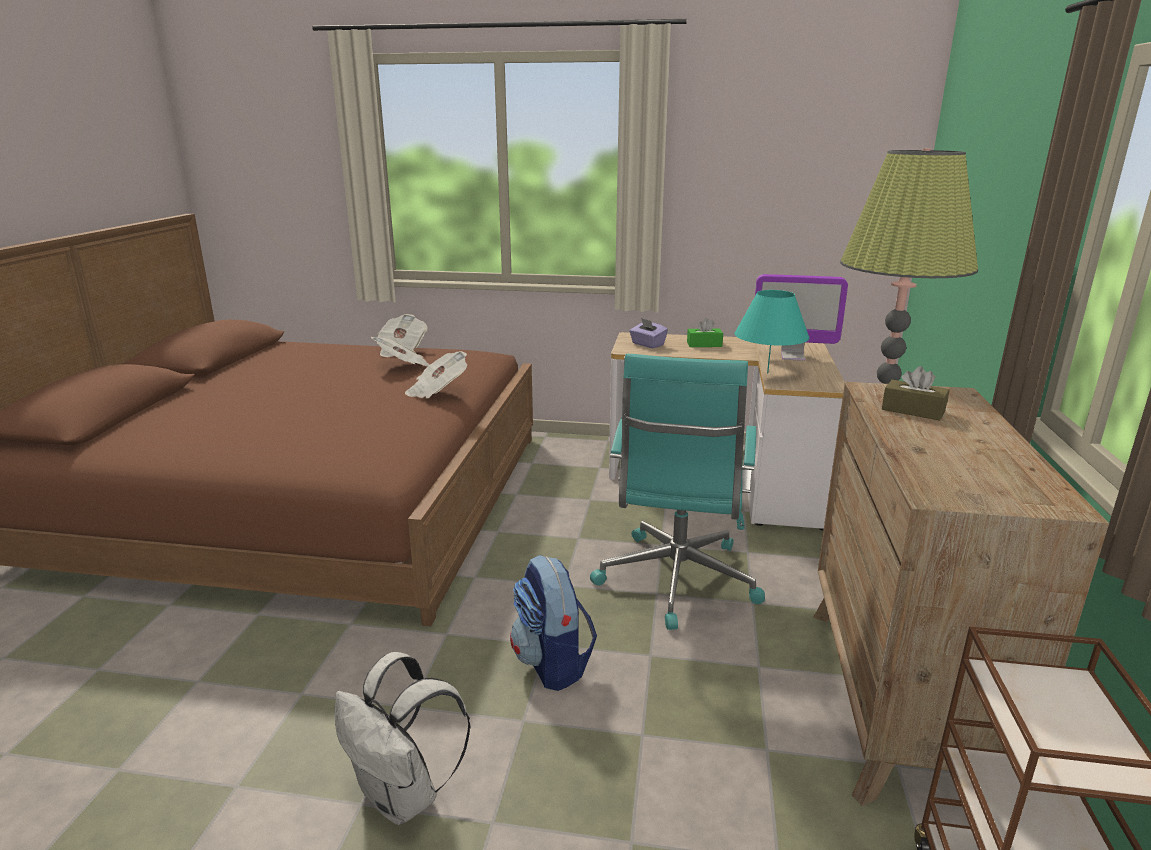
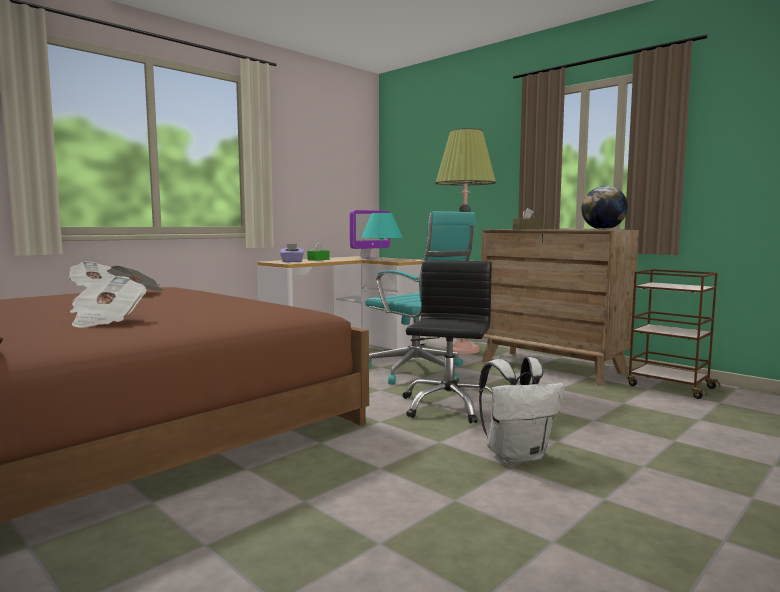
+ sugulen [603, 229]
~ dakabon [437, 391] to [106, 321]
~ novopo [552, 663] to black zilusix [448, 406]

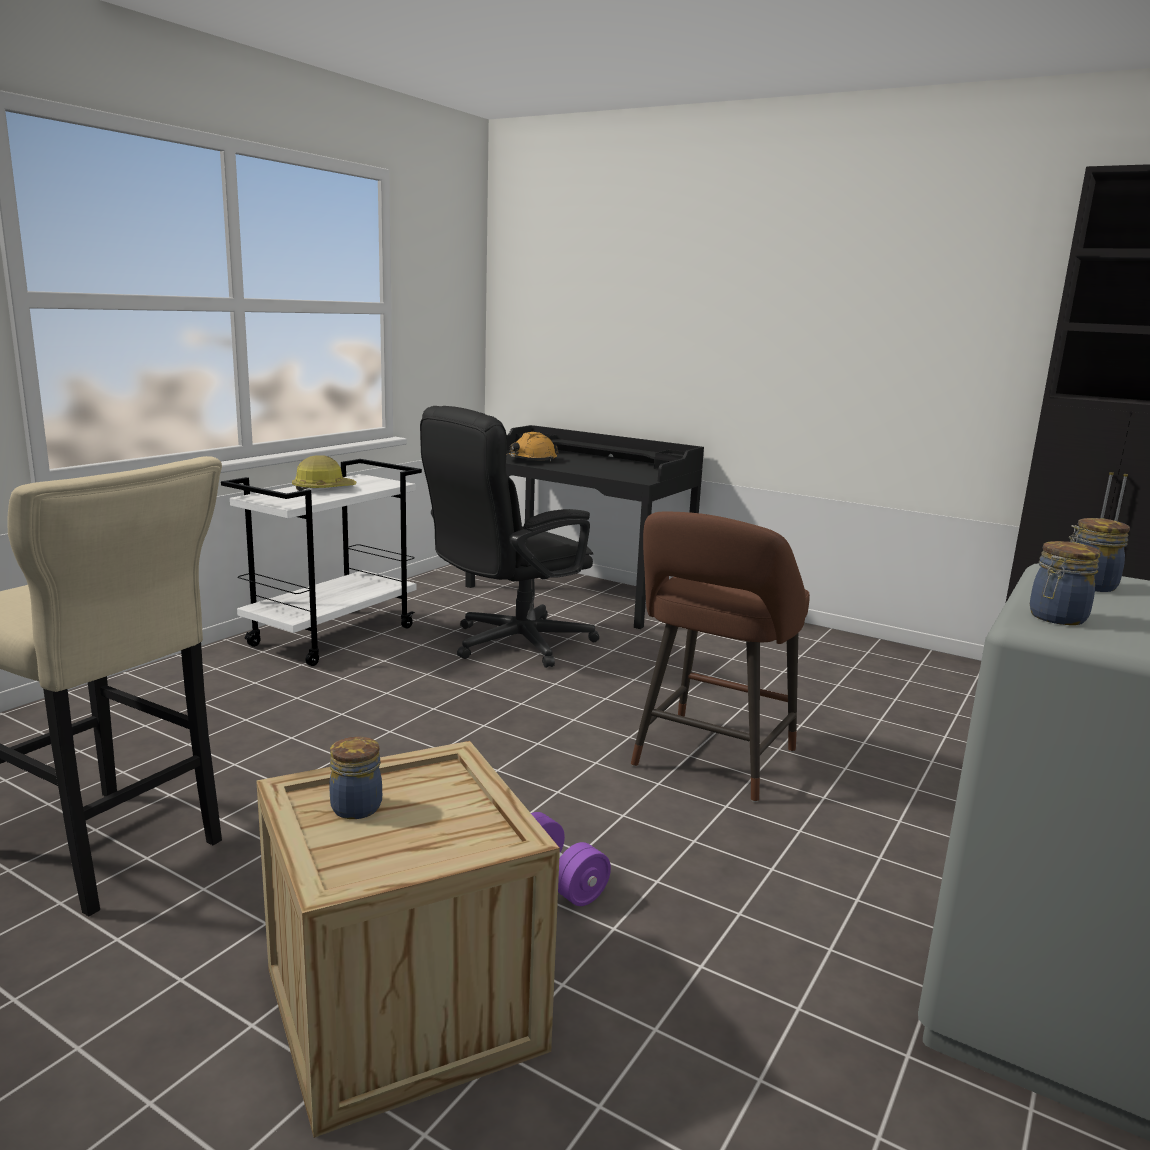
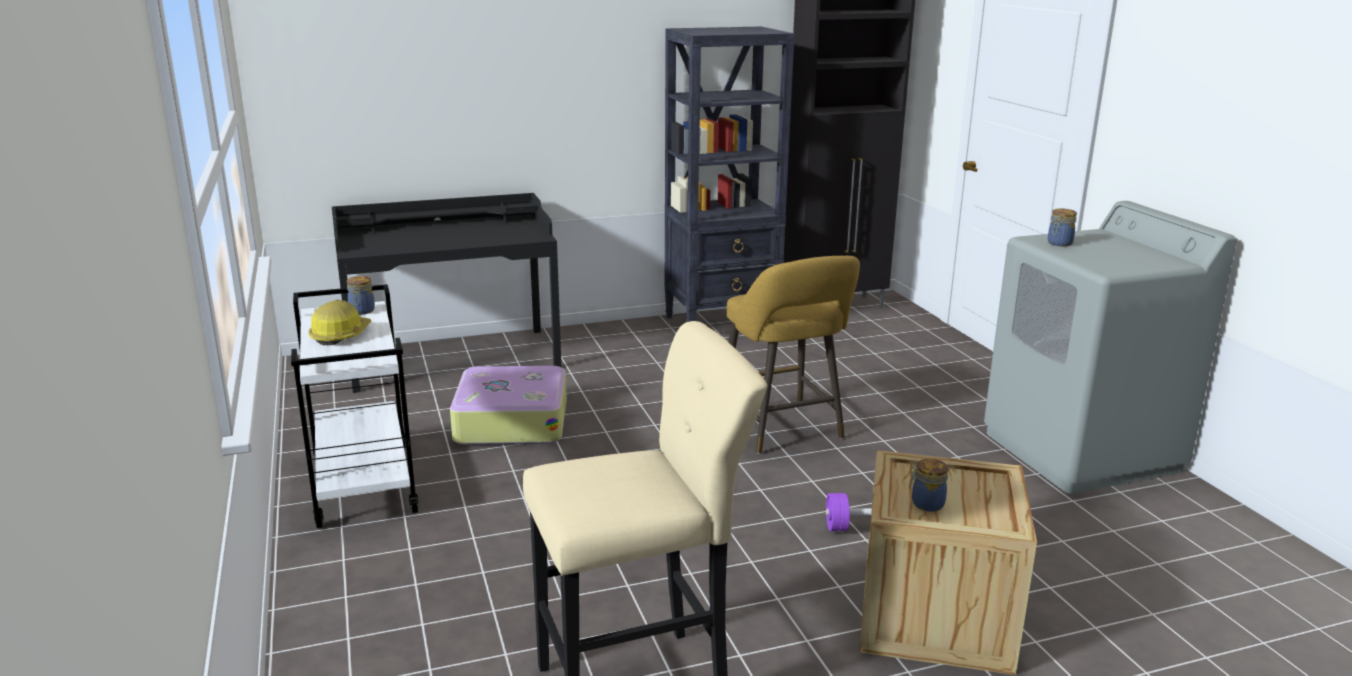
- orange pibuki [531, 460]
+ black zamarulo [722, 324]
~ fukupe [1056, 618] to [361, 311]
~ black zilusix [509, 645] to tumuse [511, 421]
~ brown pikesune [710, 762] to yellow pikesune [784, 430]

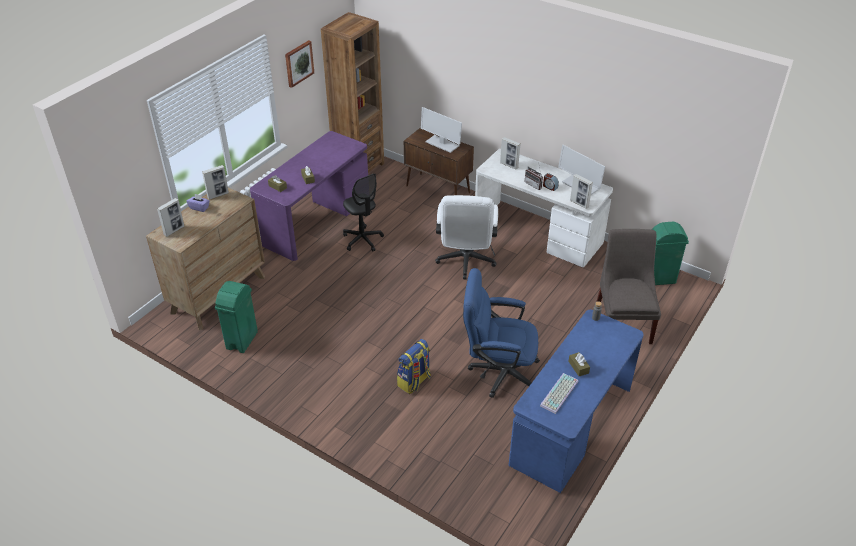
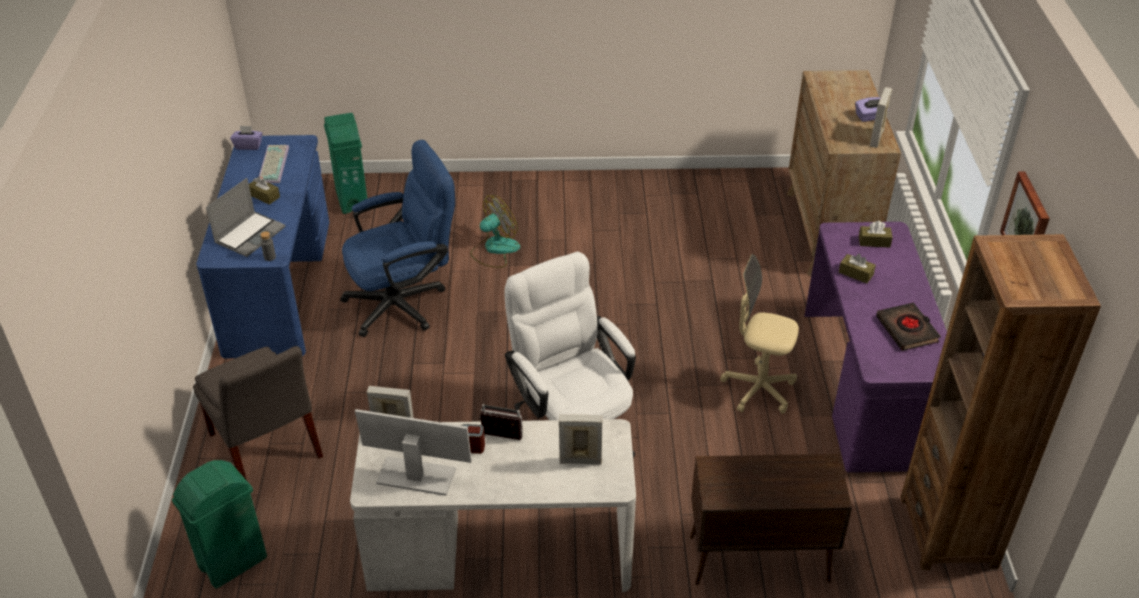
- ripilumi [174, 230]
- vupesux [442, 144]
+ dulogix [250, 234]
+ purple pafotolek [248, 146]
+ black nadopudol [907, 330]
~ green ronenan [241, 340] to [352, 199]
~ novopo [414, 382] to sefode [494, 249]
~ black zilusix [362, 240] to beige zilusix [758, 389]

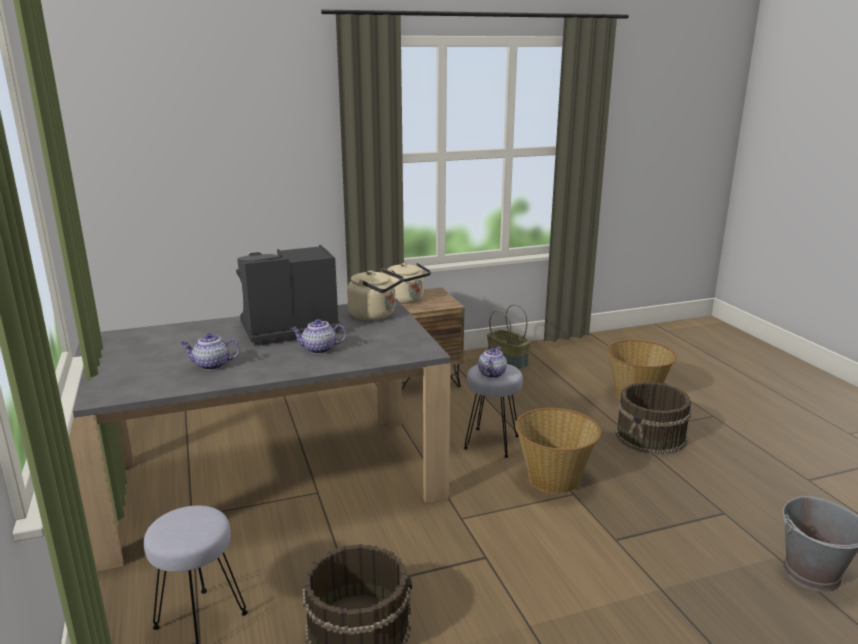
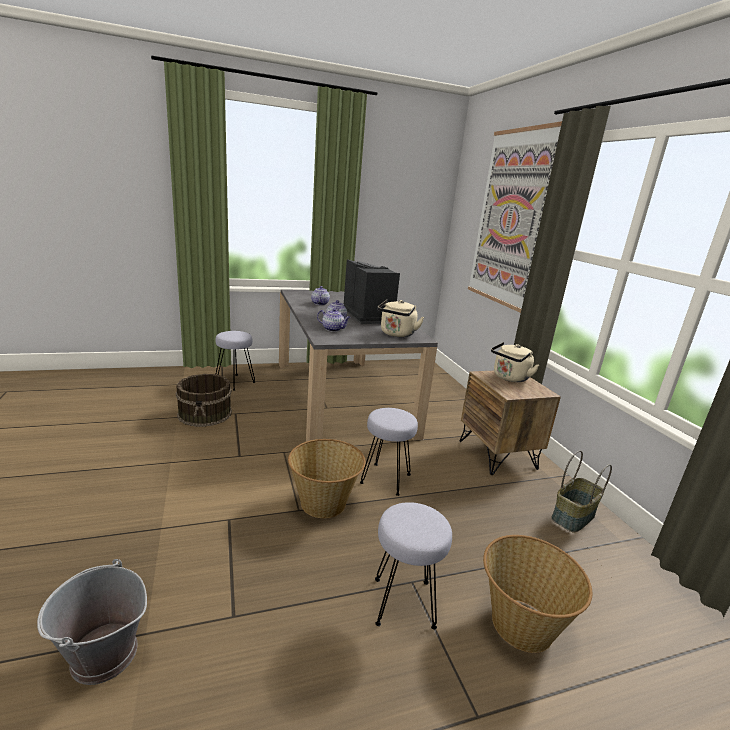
+ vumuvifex [510, 219]
~ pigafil [491, 373] to [333, 329]
~ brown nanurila [651, 436] to grey pikesune [403, 603]

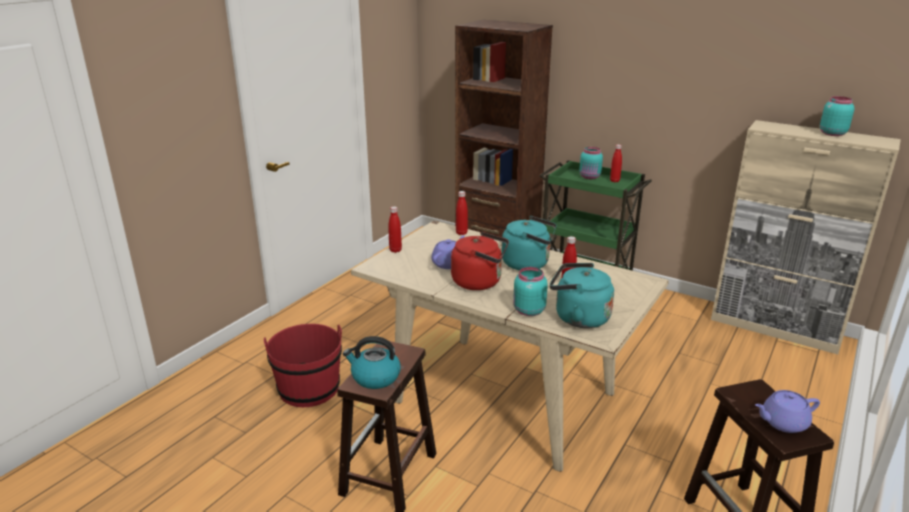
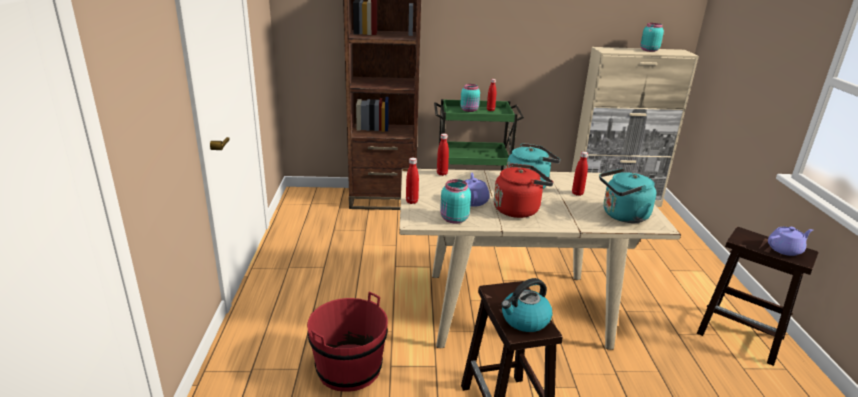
~ turquoise fukupe [528, 311] to [453, 219]
~ purple pigafil [782, 422] = [785, 249] 150 degrees counterclockwise

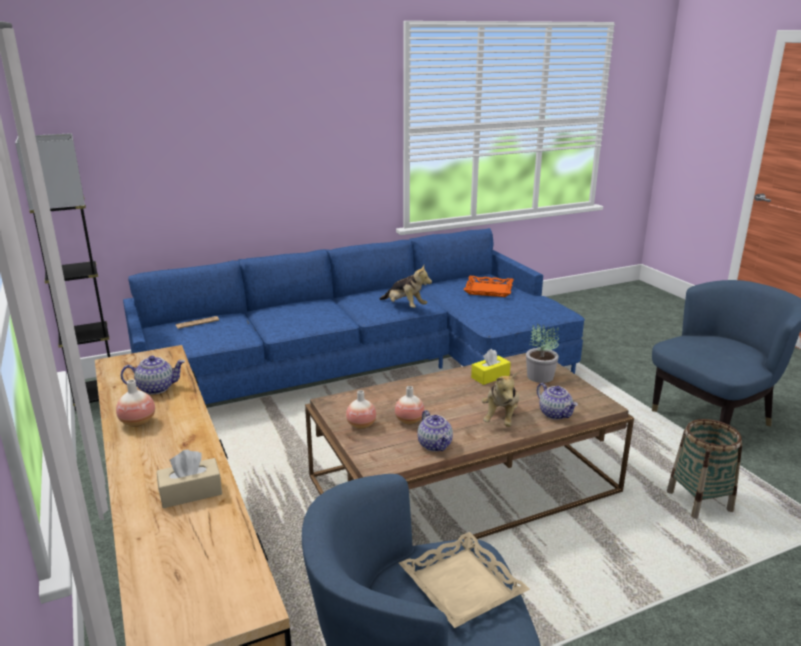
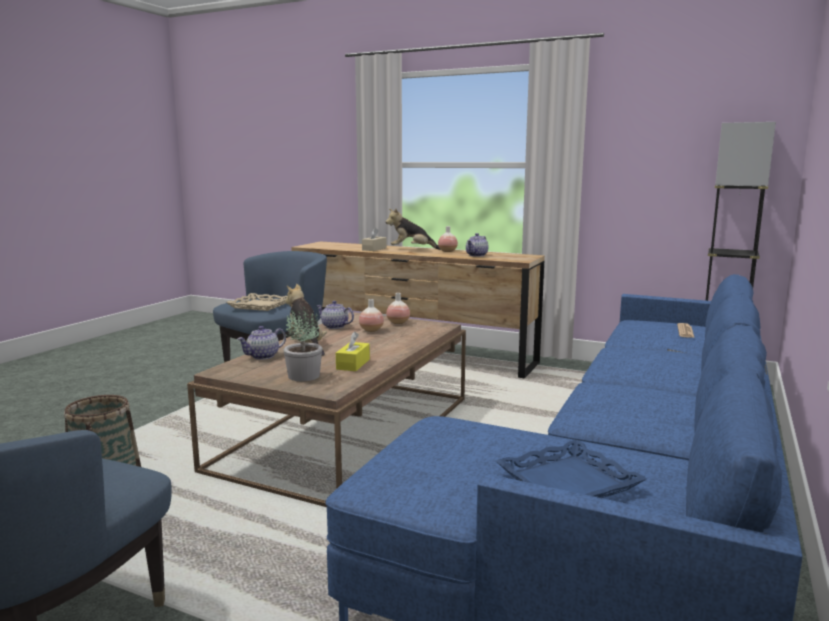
~ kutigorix [405, 306] to [411, 250]
~ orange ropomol [489, 290] to blue ropomol [568, 483]
~ pigafil [555, 414] = [263, 356] 60 degrees counterclockwise

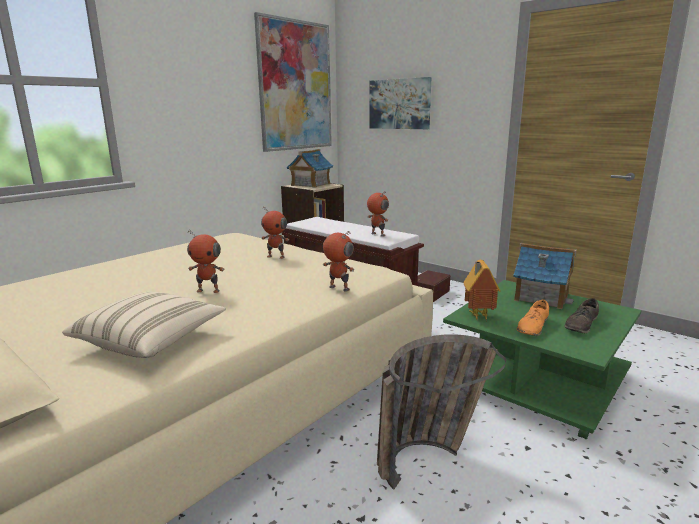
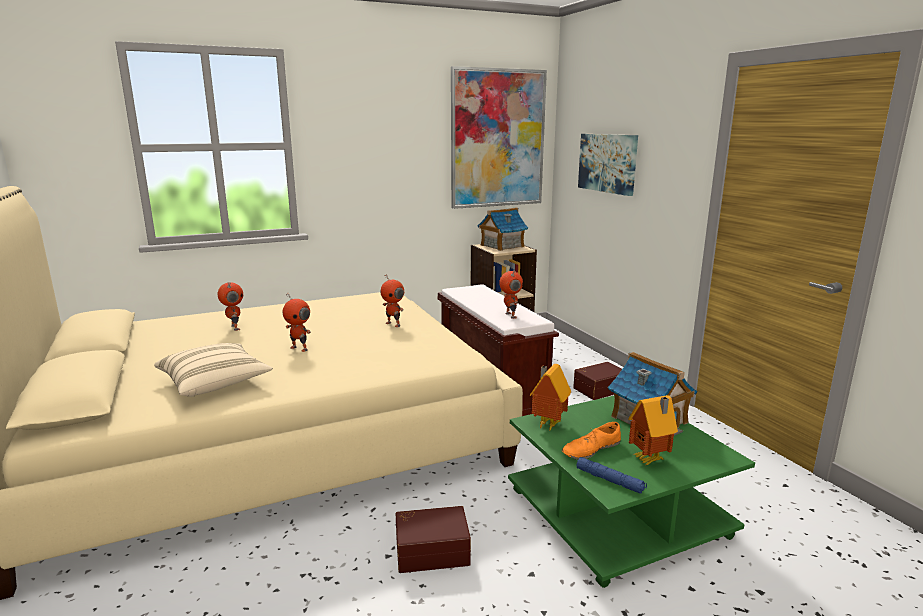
+ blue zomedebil [610, 480]
~ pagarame [338, 289] to [234, 328]
~ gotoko [430, 456] to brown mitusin [432, 550]
~ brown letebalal [581, 324] to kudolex [650, 460]

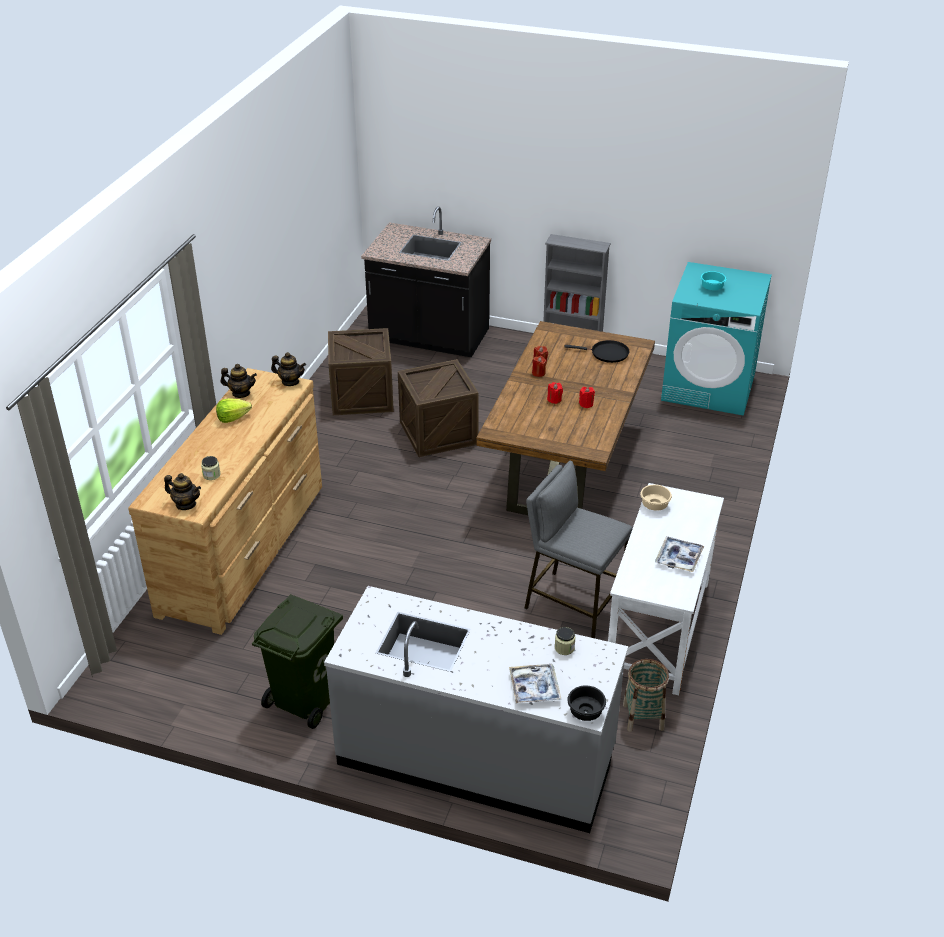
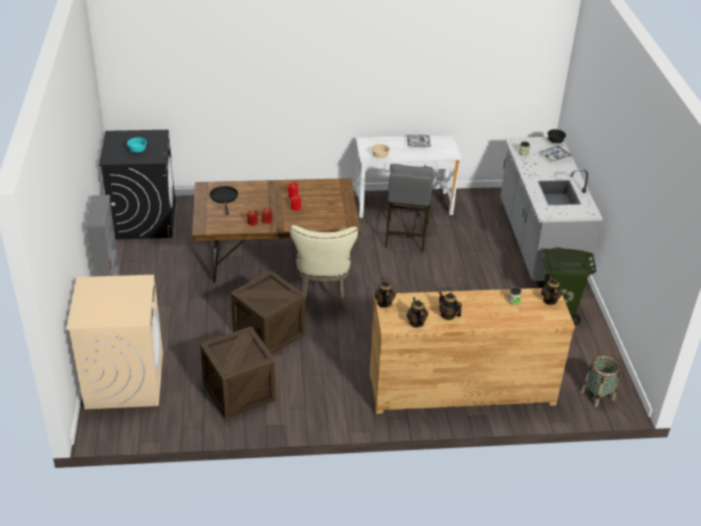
+ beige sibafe [323, 294]
~ gotoko [643, 717] to [598, 395]
~ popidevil [233, 418] to pigafil [448, 315]
~ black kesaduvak [429, 337] to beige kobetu [124, 379]
~ turquoise kobetu [709, 387] to black kobetu [144, 220]

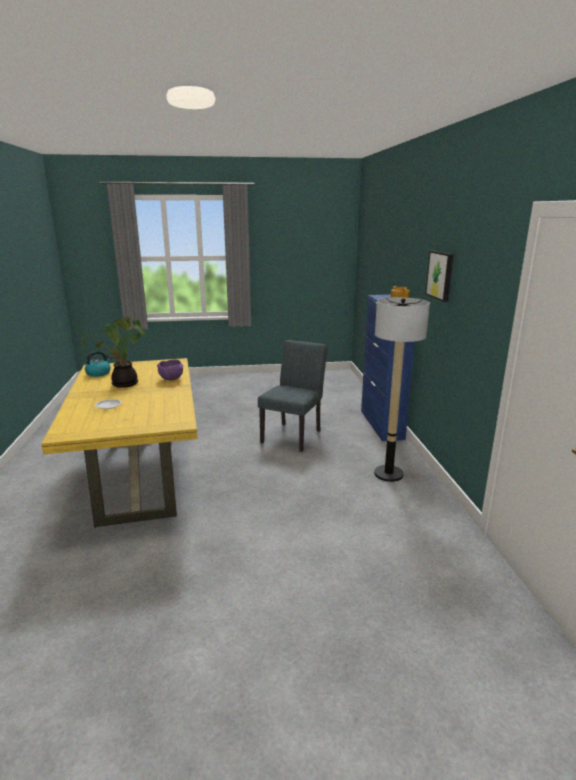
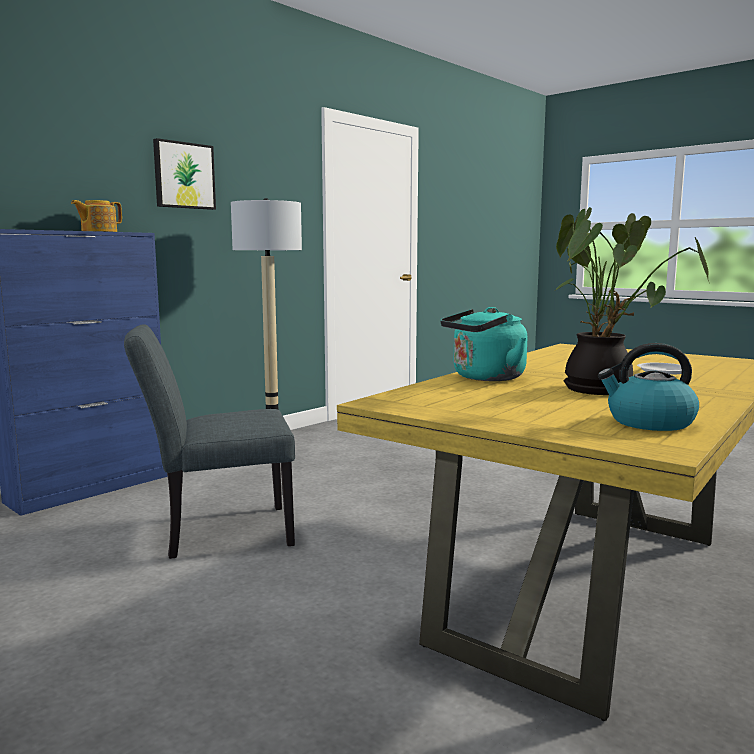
~ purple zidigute [172, 379] to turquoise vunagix [485, 378]

